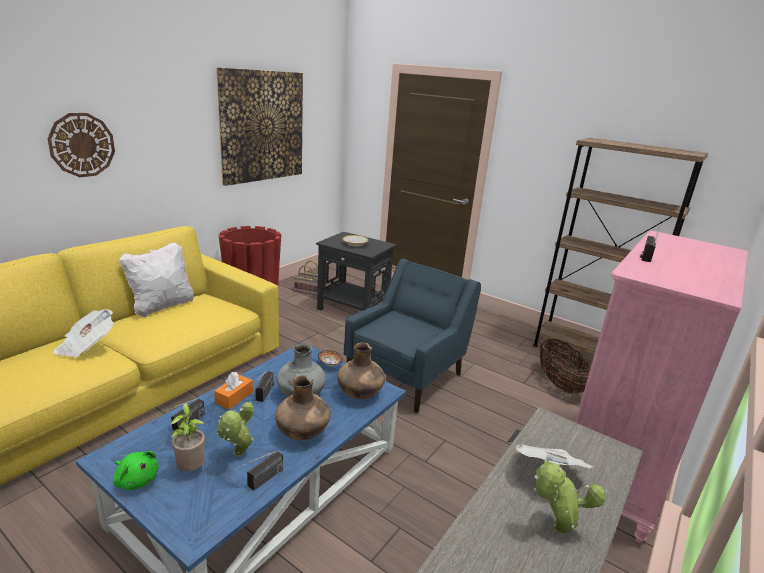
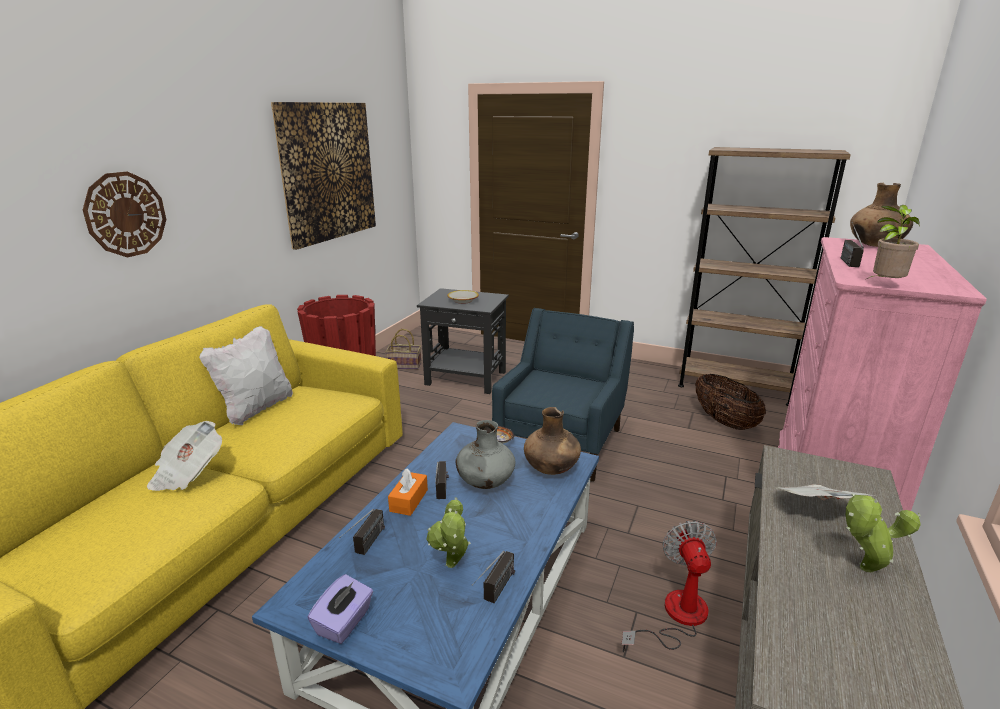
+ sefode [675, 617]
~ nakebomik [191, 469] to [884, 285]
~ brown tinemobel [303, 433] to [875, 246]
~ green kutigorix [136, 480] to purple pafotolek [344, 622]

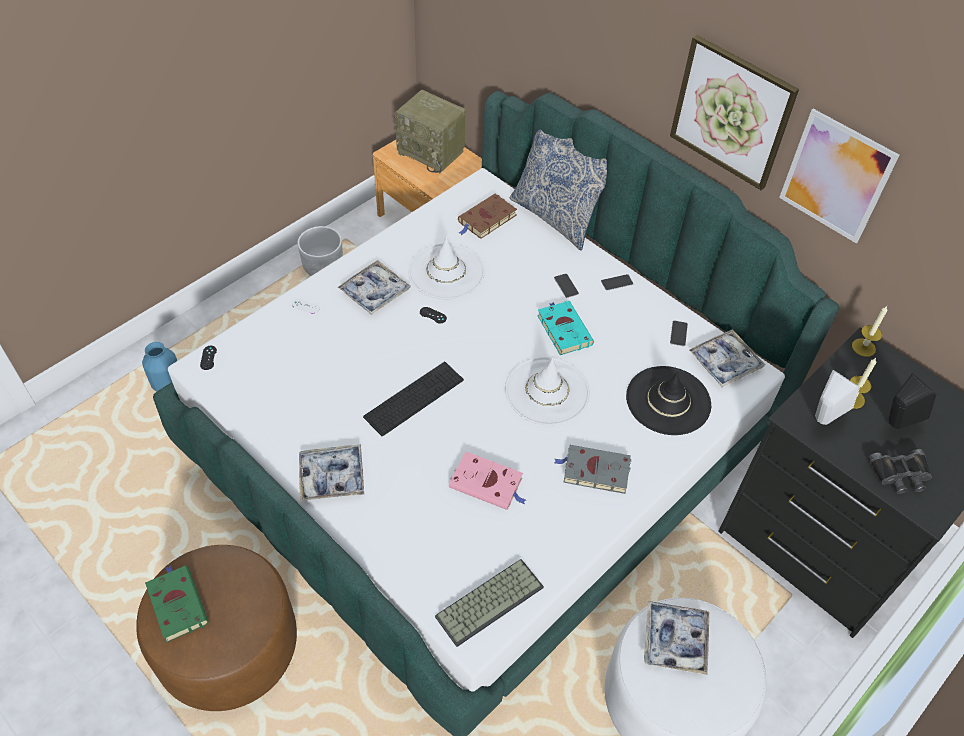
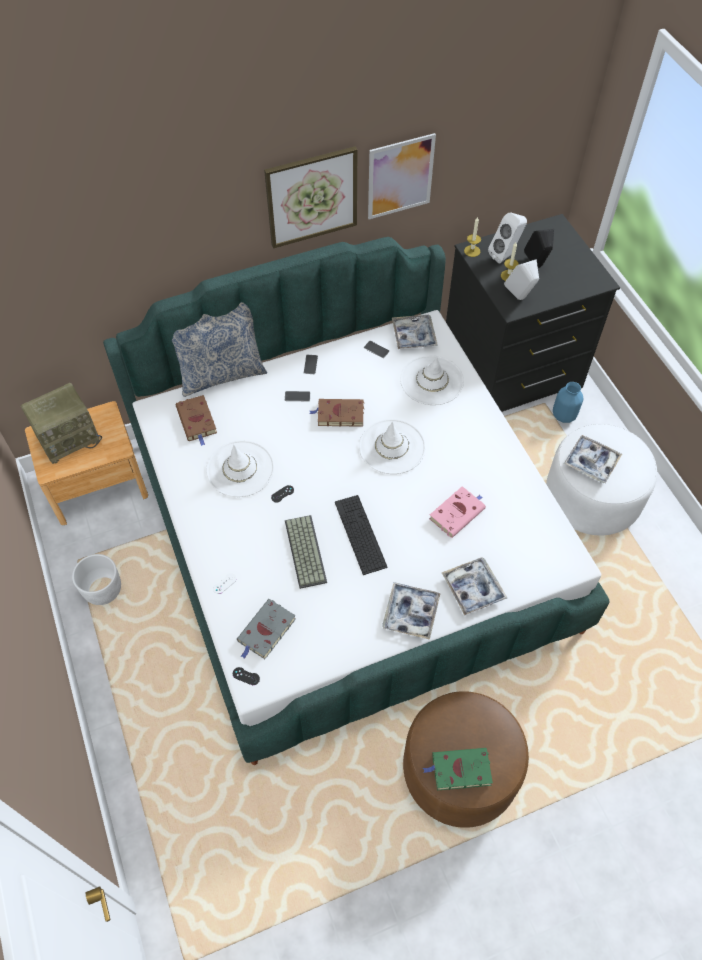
- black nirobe [900, 474]
+ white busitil [505, 255]
~ blue tinemobel [168, 384] to [563, 415]
~ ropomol [374, 292] to [473, 588]
~ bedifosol [489, 600] to [304, 551]
~ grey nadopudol [594, 471] to [266, 632]
~ turquoise nadopudol [563, 329] to brown nadopudol [339, 414]
~ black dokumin [668, 401] to white dokumin [431, 380]

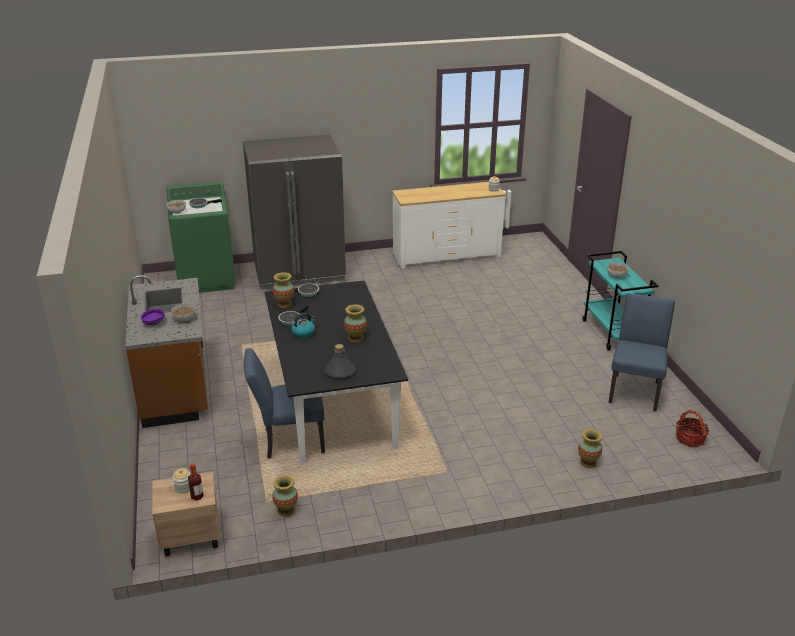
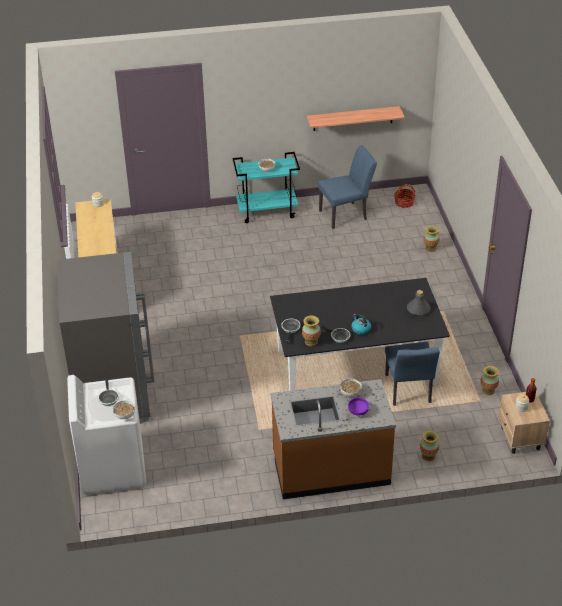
+ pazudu [353, 118]
~ tinemobel [355, 338] to [428, 456]
~ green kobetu [207, 279] to white kobetu [112, 468]
~ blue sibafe [635, 389] = [346, 214] 135 degrees clockwise

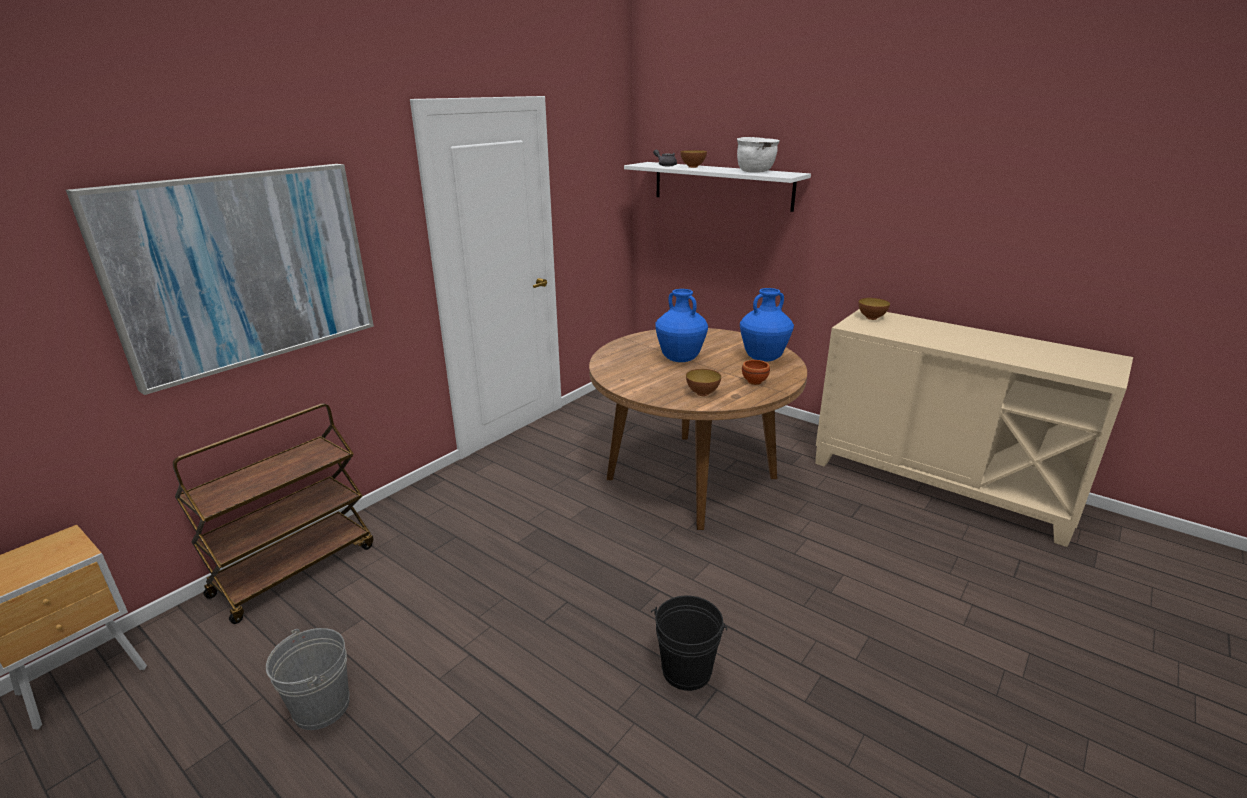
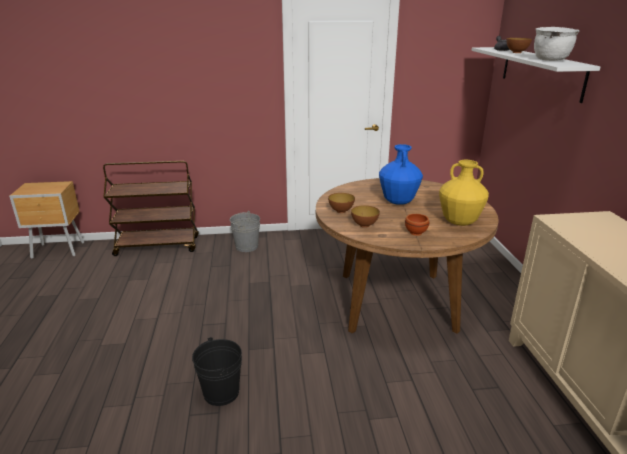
- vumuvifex [244, 269]
~ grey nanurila [321, 707] to [246, 246]
~ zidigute [871, 318] to [341, 211]
~ blue tinemobel [763, 358] to yellow tinemobel [459, 222]

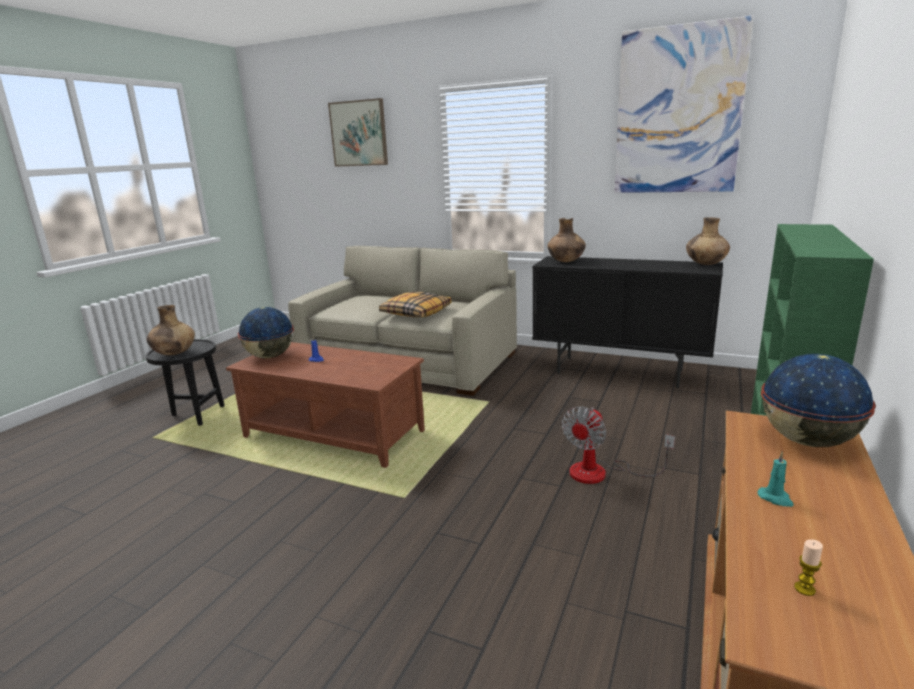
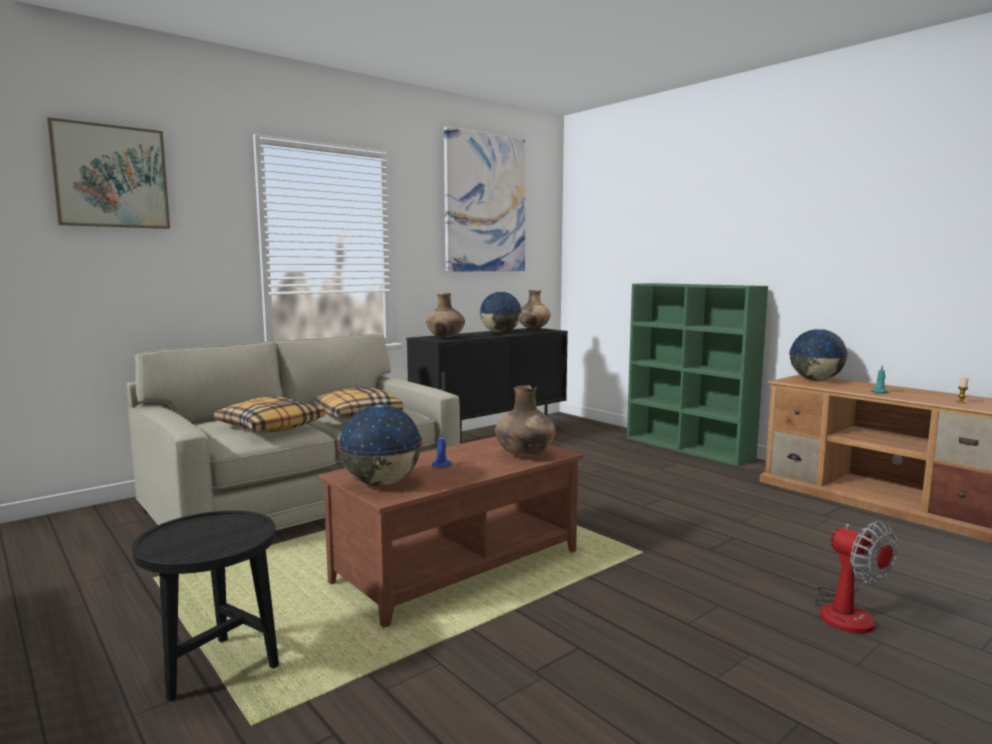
+ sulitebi [270, 426]
+ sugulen [500, 333]
~ brown tinemobel [174, 354] to [525, 455]
~ sefode [601, 473] to [845, 610]

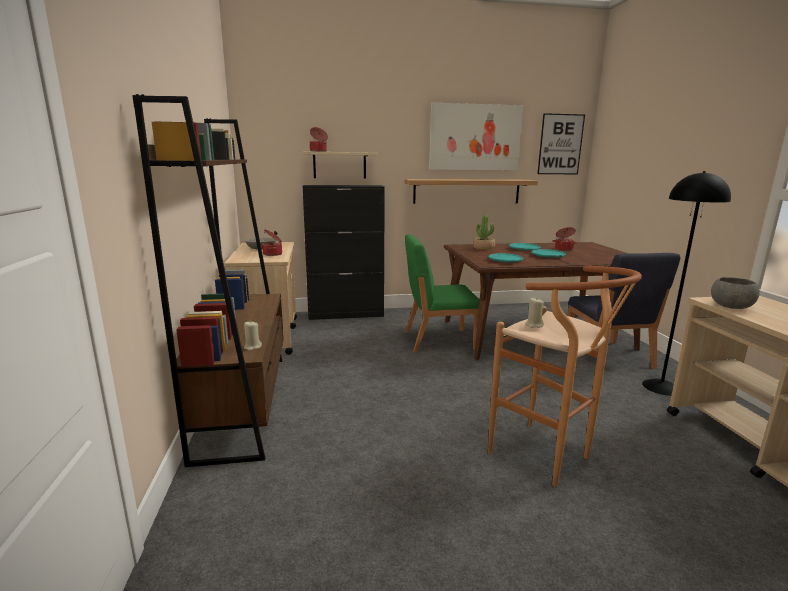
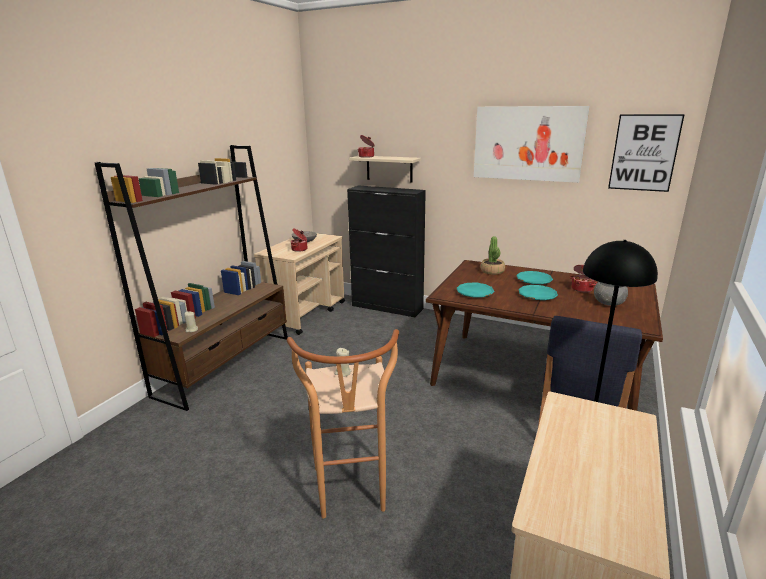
- pazudu [466, 191]
- green sibafe [438, 340]
~ grey zidigute [731, 306] to [609, 303]

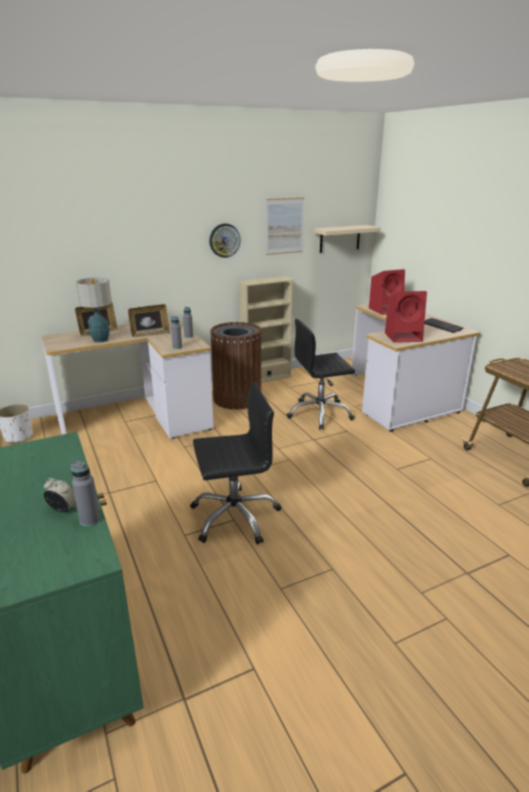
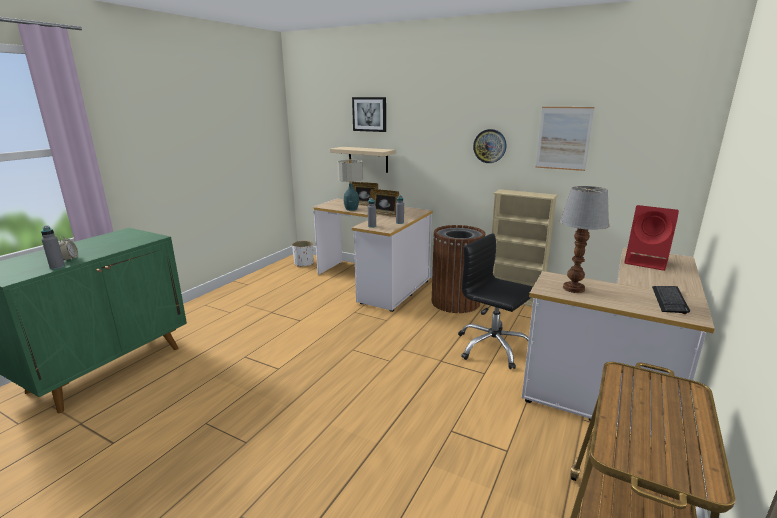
- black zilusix [234, 516]
+ vumuvifex [369, 114]
~ beige pazudu [340, 238] to [368, 159]
~ red busitil [404, 337] to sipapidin [574, 288]

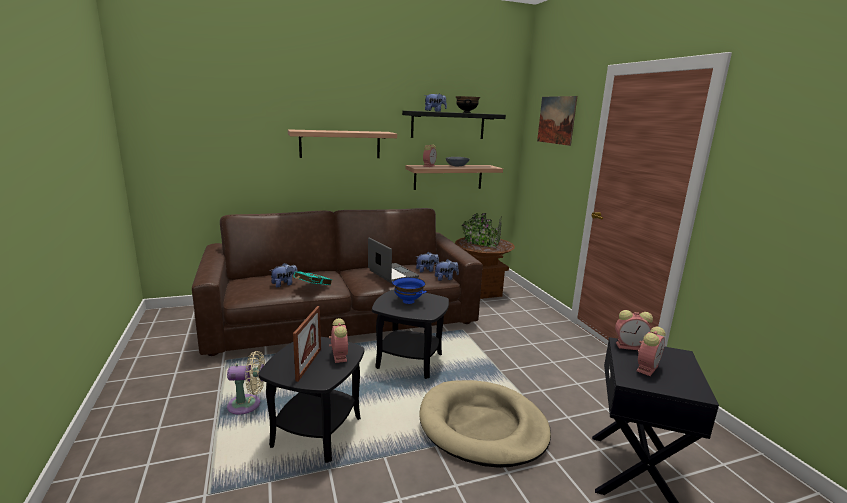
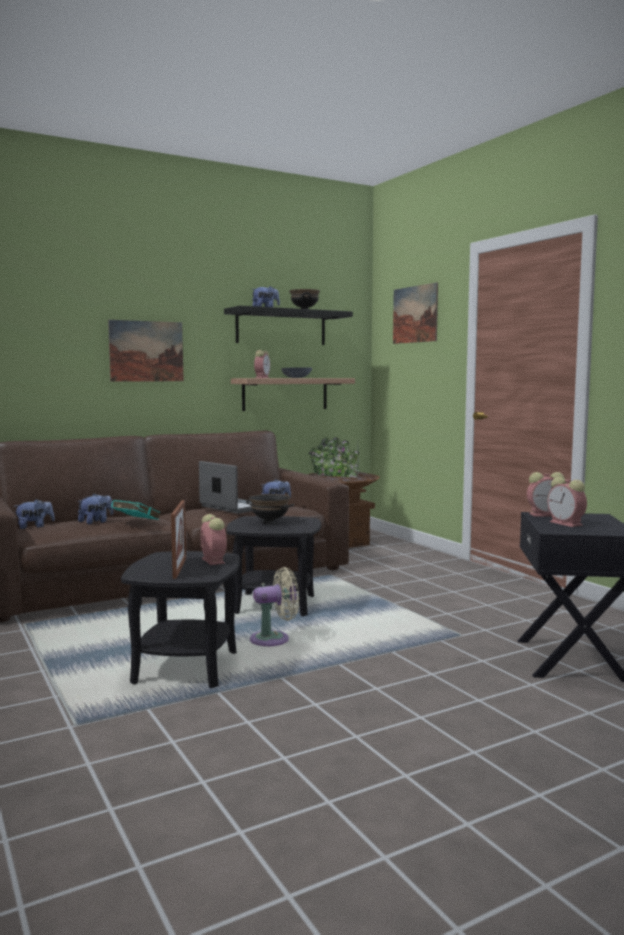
- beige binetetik [482, 426]
~ beige sefode [248, 405] to [274, 639]
~ kutigorix [445, 278] to [35, 527]
~ pazudu [340, 144] to vumuvifex [146, 351]
~ blue zidigute [408, 301] to black zidigute [269, 522]
~ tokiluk [647, 367] = [567, 524] 120 degrees clockwise

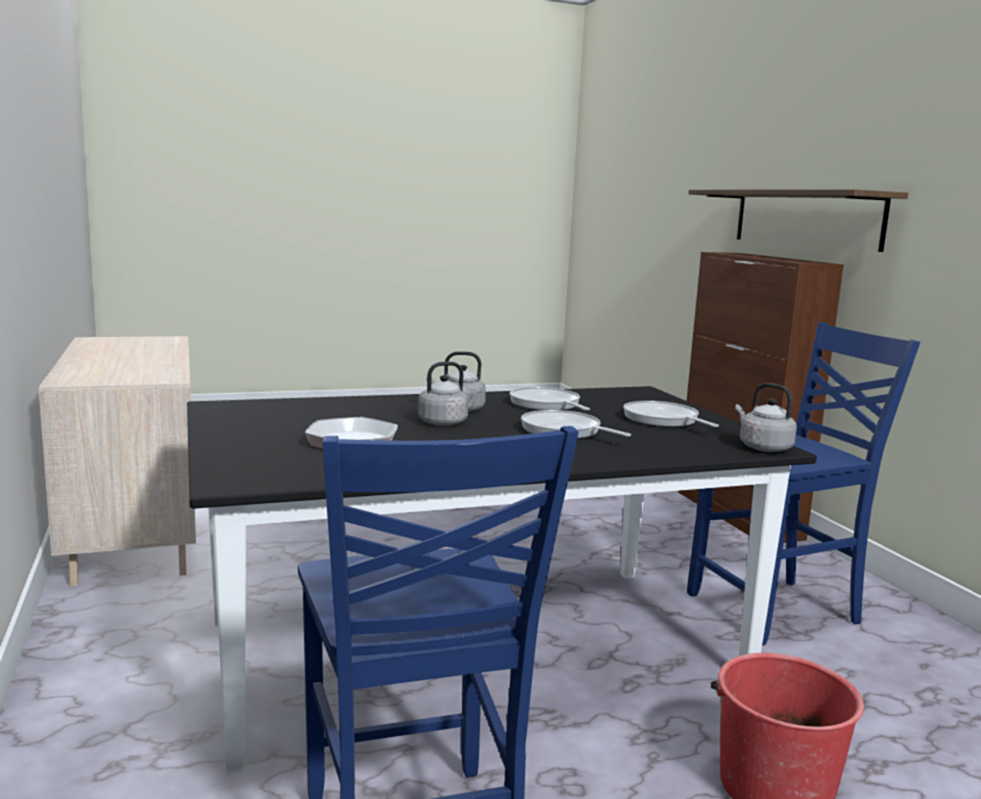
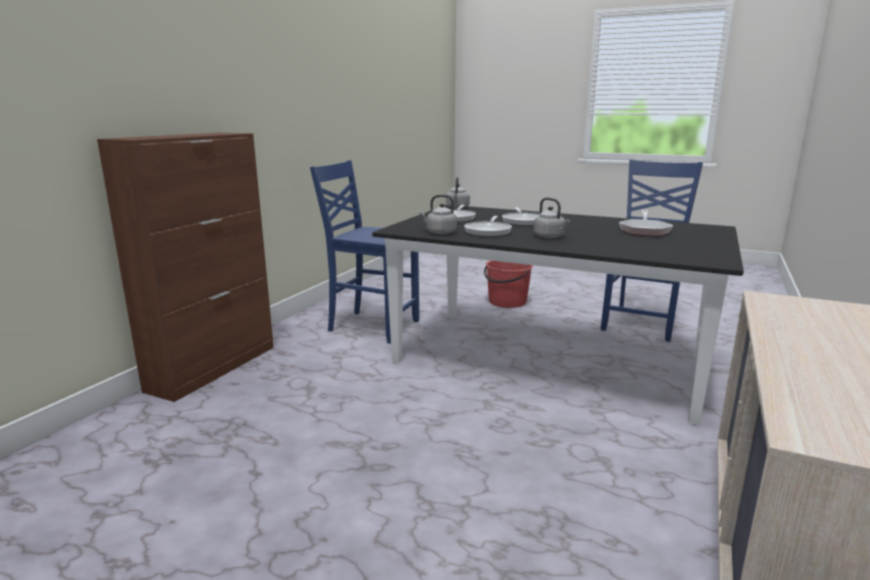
- pazudu [805, 218]
~ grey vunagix [445, 422] to [439, 232]

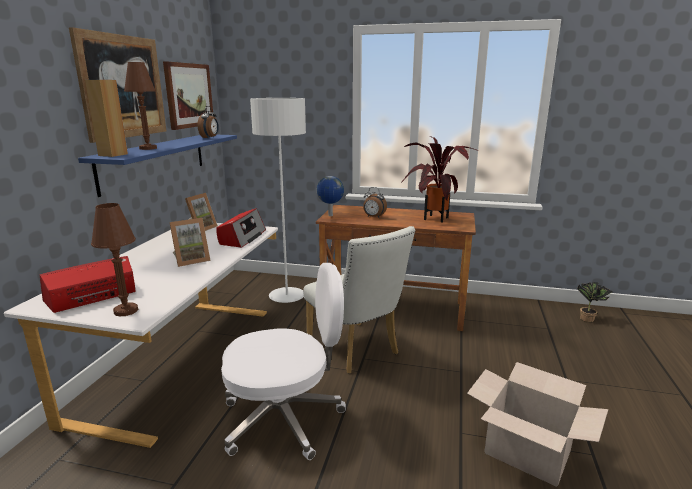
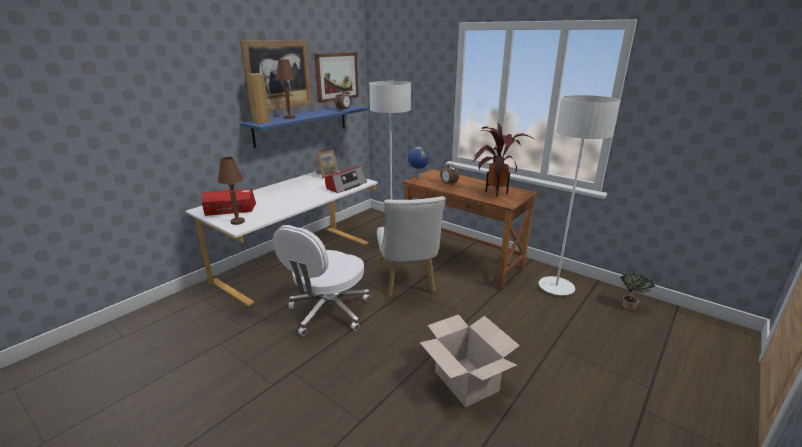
- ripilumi [191, 260]
+ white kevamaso [556, 287]
~ white zilusix [285, 418] = [328, 312] 105 degrees clockwise

